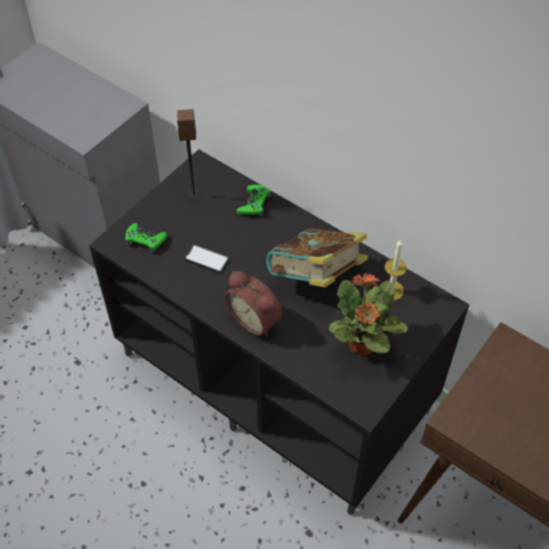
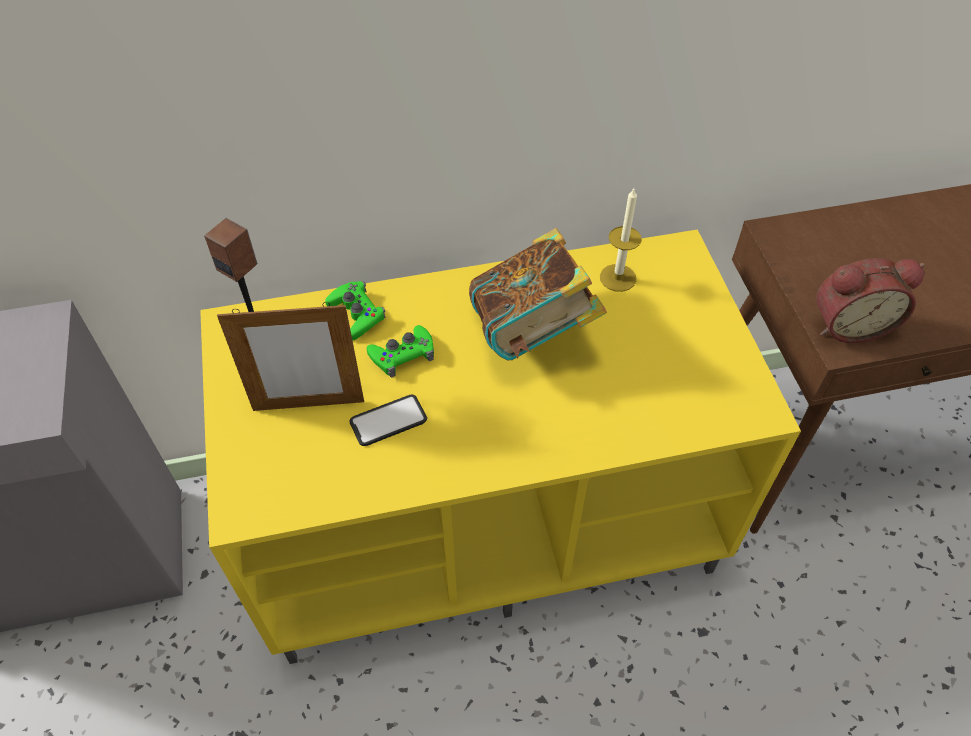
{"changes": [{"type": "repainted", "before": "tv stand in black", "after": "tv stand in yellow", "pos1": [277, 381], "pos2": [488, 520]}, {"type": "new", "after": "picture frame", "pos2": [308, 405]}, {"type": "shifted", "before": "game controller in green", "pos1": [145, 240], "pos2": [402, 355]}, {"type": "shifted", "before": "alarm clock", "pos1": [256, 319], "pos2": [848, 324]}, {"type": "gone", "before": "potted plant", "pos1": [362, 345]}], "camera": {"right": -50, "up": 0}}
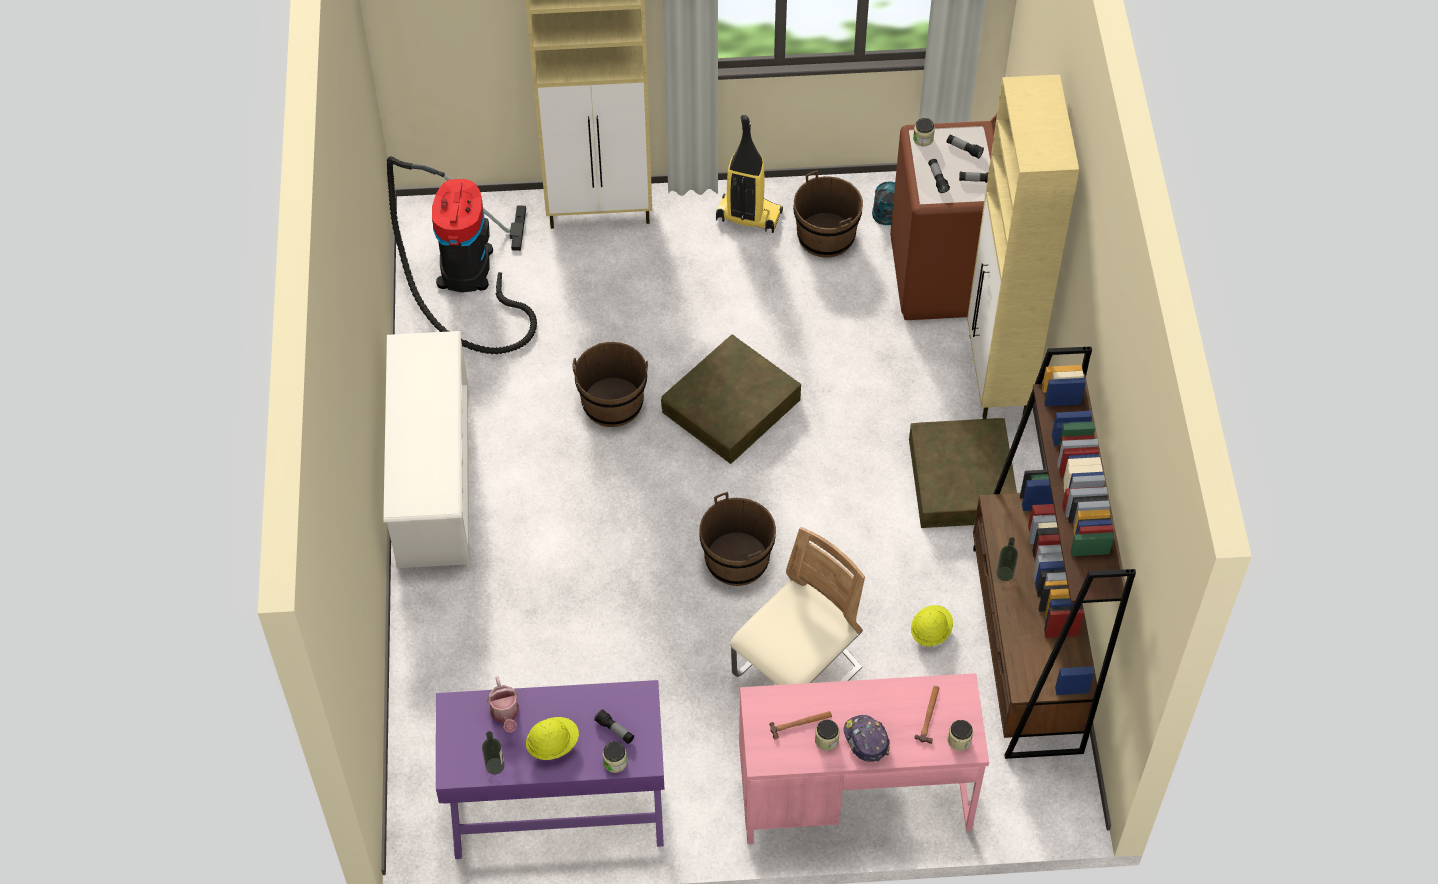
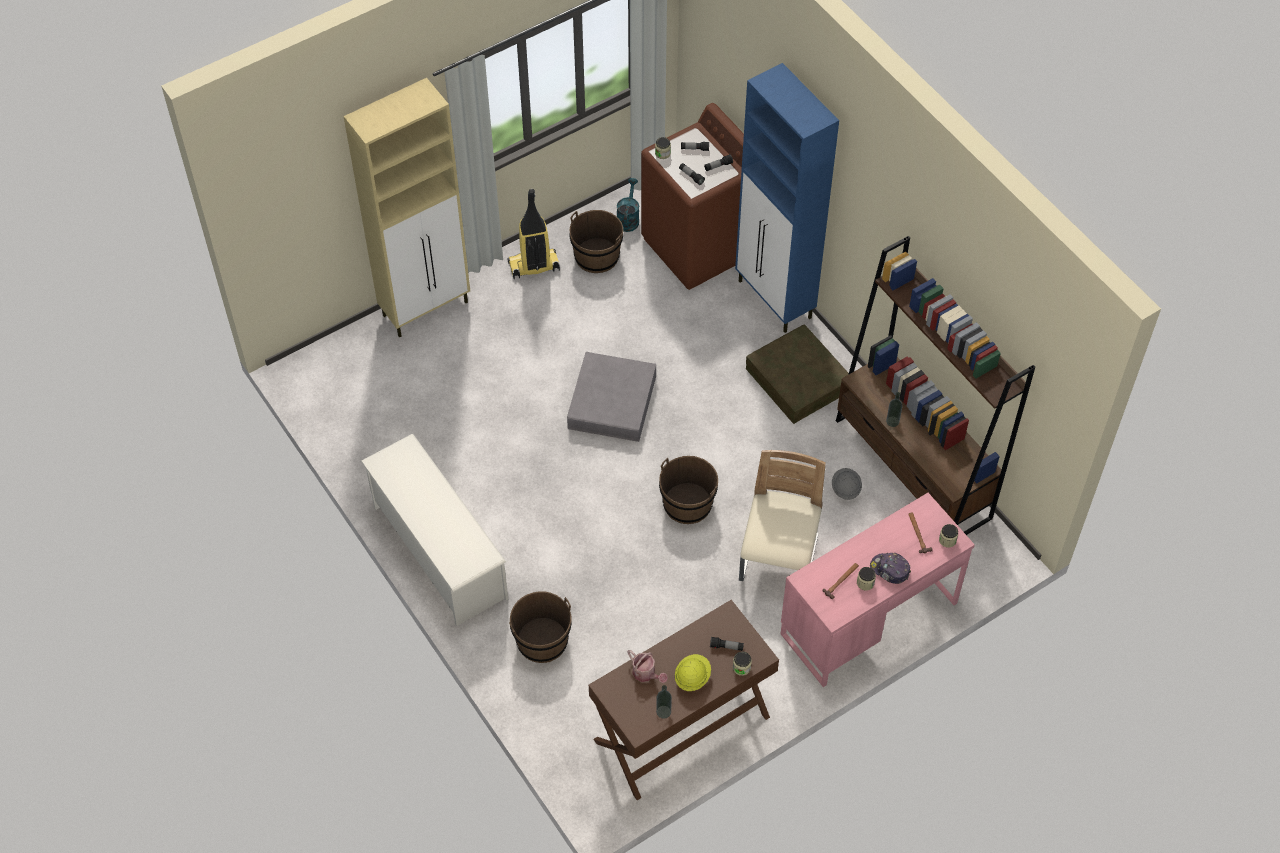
{"changes": [{"type": "shifted", "before": "bucket in brown", "pos1": [612, 403], "pos2": [542, 640]}, {"type": "repainted", "before": "storage box in brown", "after": "storage box in grey", "pos1": [731, 406], "pos2": [612, 402]}, {"type": "repainted", "before": "console table in purple", "after": "console table in brown", "pos1": [557, 806], "pos2": [682, 729]}, {"type": "repainted", "before": "cabinet in beige", "after": "cabinet in blue", "pos1": [997, 377], "pos2": [775, 300]}, {"type": "repainted", "before": "hard hat in yellow", "after": "hard hat in grey", "pos1": [930, 632], "pos2": [845, 489]}, {"type": "gone", "before": "vacuum cleaner", "pos1": [466, 274]}], "camera": {"right": -30, "up": 0}}
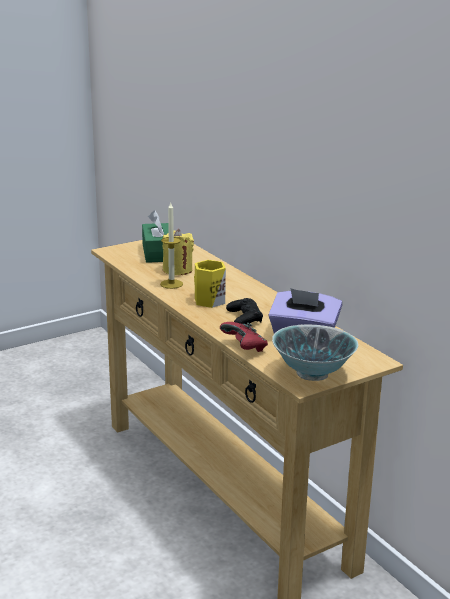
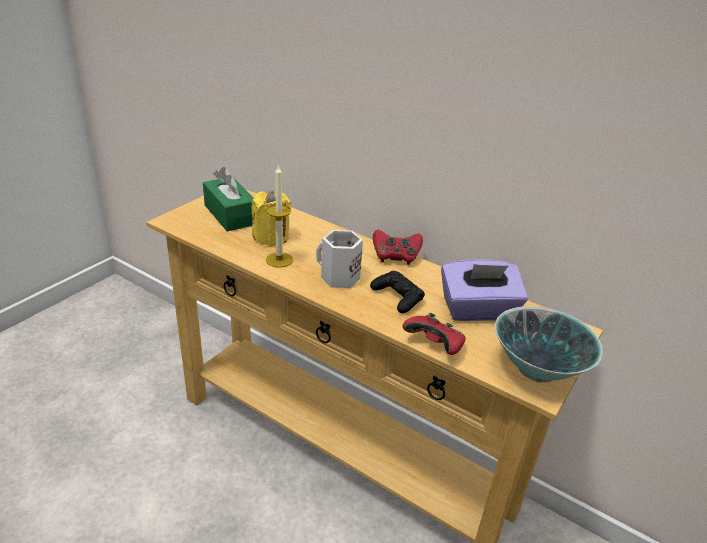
{"changes": [{"type": "repainted", "before": "mug in yellow", "after": "mug in white", "pos1": [208, 300], "pos2": [338, 278]}, {"type": "new", "after": "game controller in red", "pos2": [395, 257]}], "camera": {"right": -25, "up": 10}}
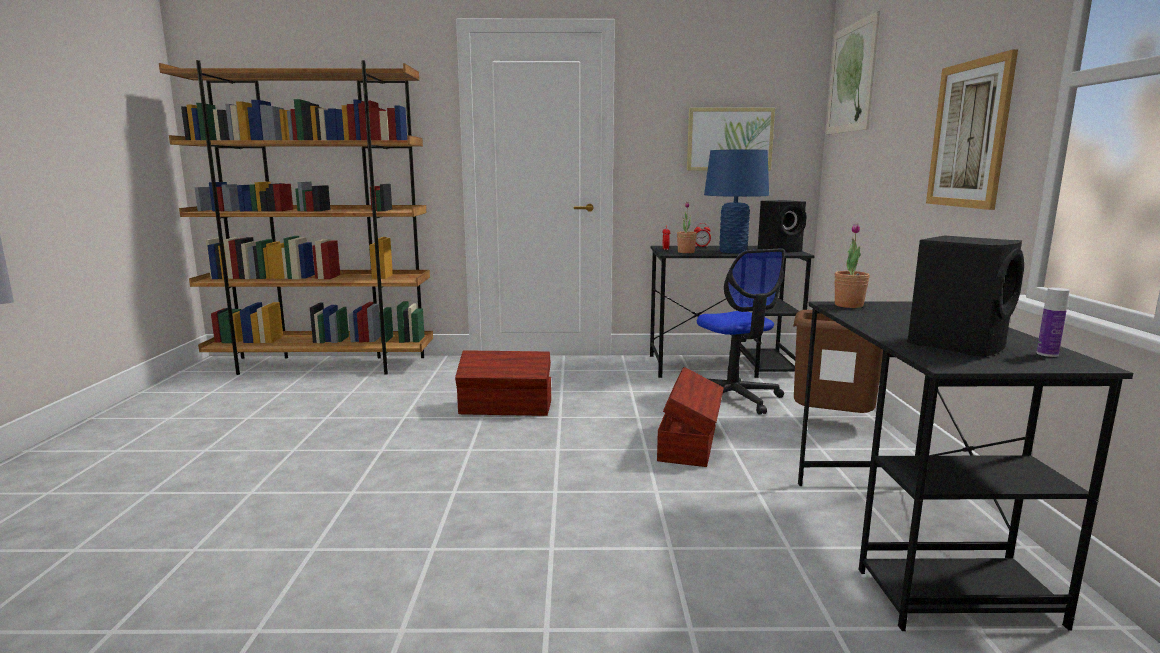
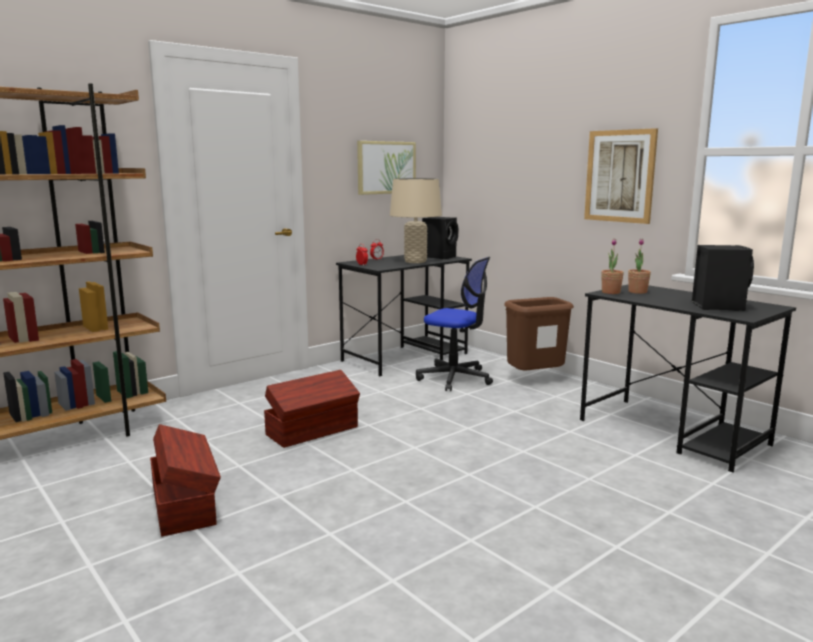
{"changes": [{"type": "shifted", "before": "storage box in brown", "pos1": [689, 443], "pos2": [185, 503]}, {"type": "repainted", "before": "table lamp in blue", "after": "table lamp in beige", "pos1": [732, 252], "pos2": [415, 261]}, {"type": "shifted", "before": "potted plant", "pos1": [686, 252], "pos2": [637, 292]}, {"type": "gone", "before": "picture", "pos1": [851, 78]}, {"type": "gone", "before": "bottle", "pos1": [1047, 354]}], "camera": {"right": -40, "up": 0}}
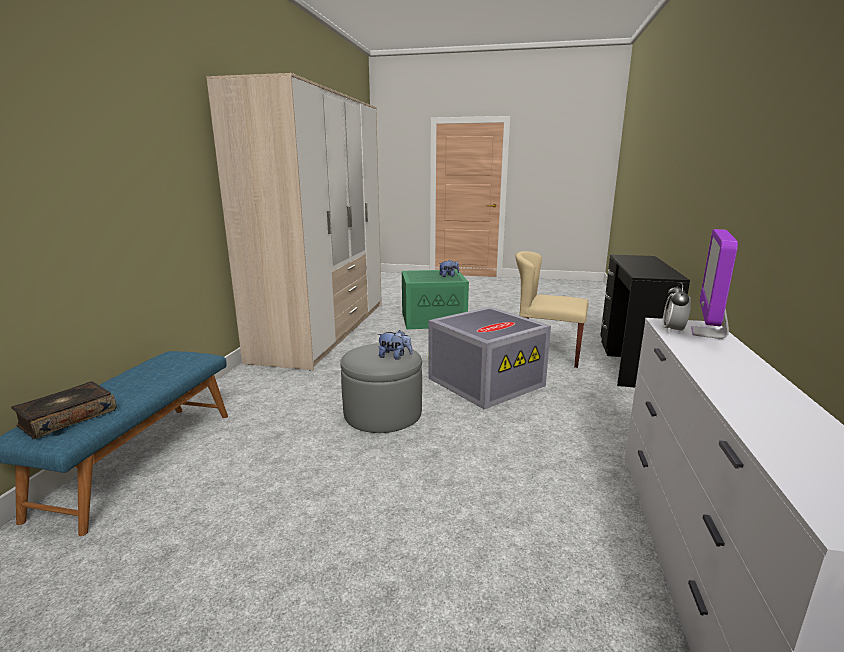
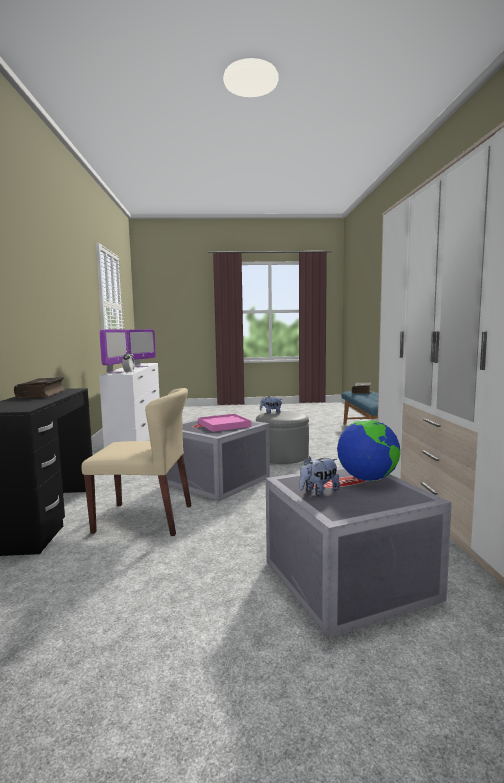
{"changes": [{"type": "new", "after": "book", "pos2": [42, 394]}, {"type": "new", "after": "monitor", "pos2": [141, 366]}, {"type": "new", "after": "tray in pink", "pos2": [224, 425]}, {"type": "repainted", "before": "storage box in green", "after": "storage box in grey", "pos1": [434, 318], "pos2": [348, 581]}, {"type": "new", "after": "globe", "pos2": [367, 479]}], "camera": {"right": 165, "up": -10}}
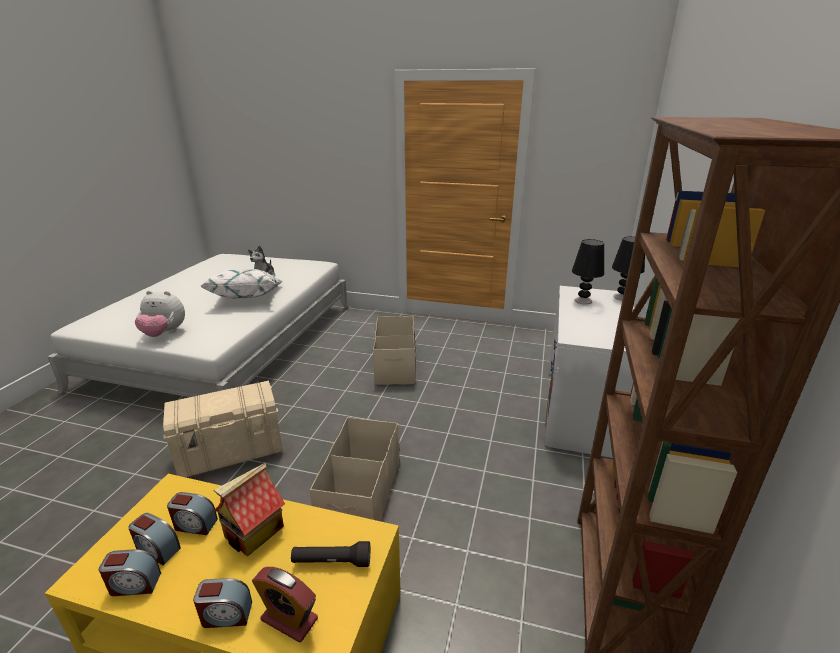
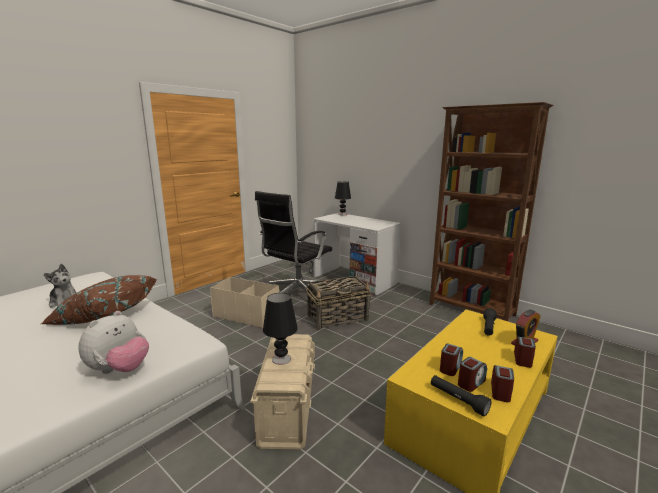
{"changes": [{"type": "repainted", "before": "pillow in white", "after": "pillow in brown", "pos1": [247, 297], "pos2": [104, 316]}, {"type": "new", "after": "office chair in black", "pos2": [296, 296]}, {"type": "shifted", "before": "table lamp in black", "pos1": [582, 301], "pos2": [281, 359]}, {"type": "new", "after": "basket", "pos2": [338, 318]}, {"type": "new", "after": "flashlight in black", "pos2": [458, 400]}, {"type": "gone", "before": "toy house", "pos1": [254, 533]}, {"type": "gone", "before": "storage box in beige", "pos1": [360, 496]}], "camera": {"right": -65, "up": -10}}
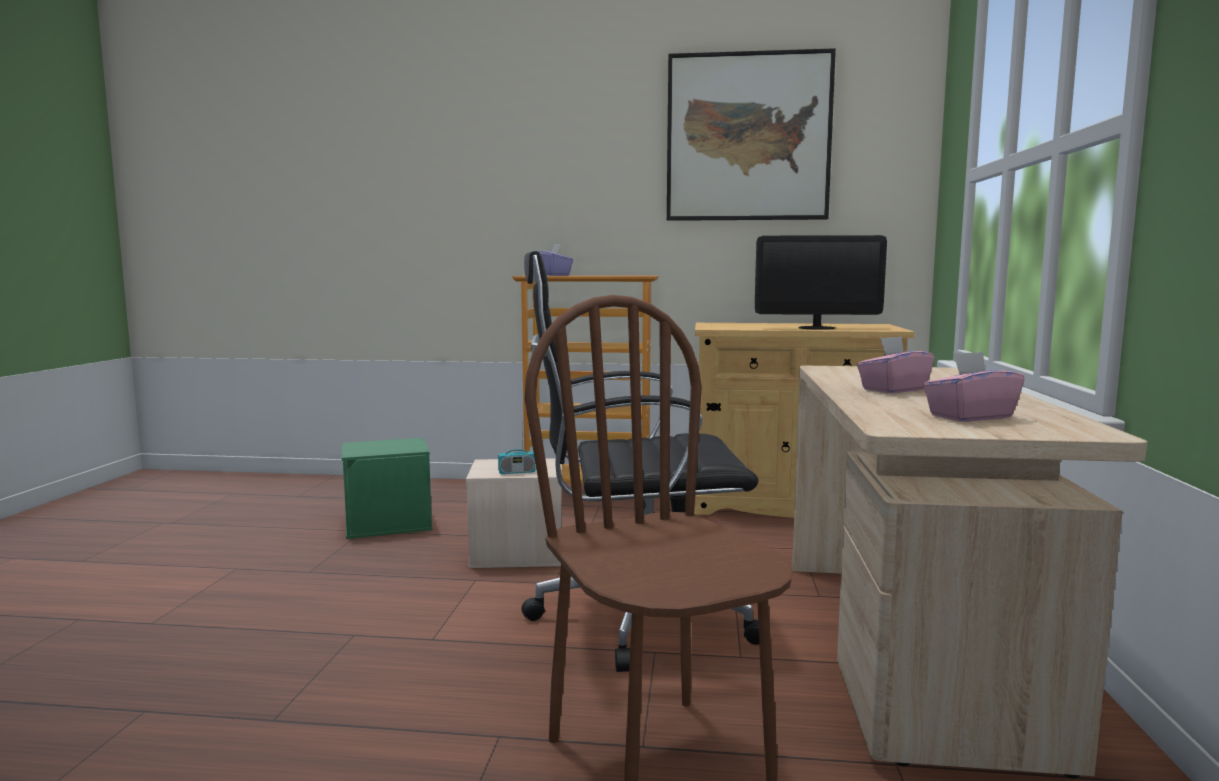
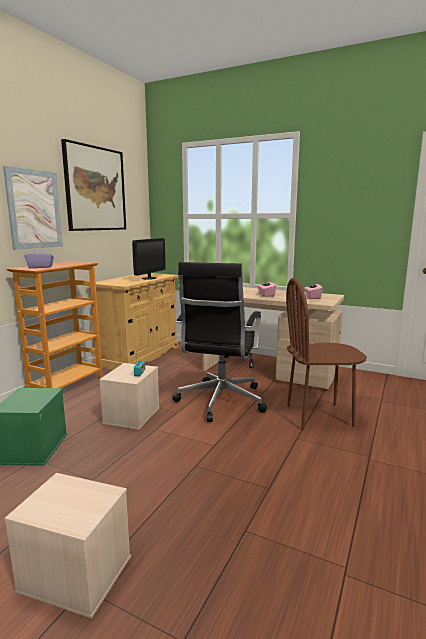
{"changes": [{"type": "new", "after": "picture", "pos2": [34, 209]}, {"type": "new", "after": "storage box in beige", "pos2": [74, 574]}], "camera": {"right": -70, "up": 5}}
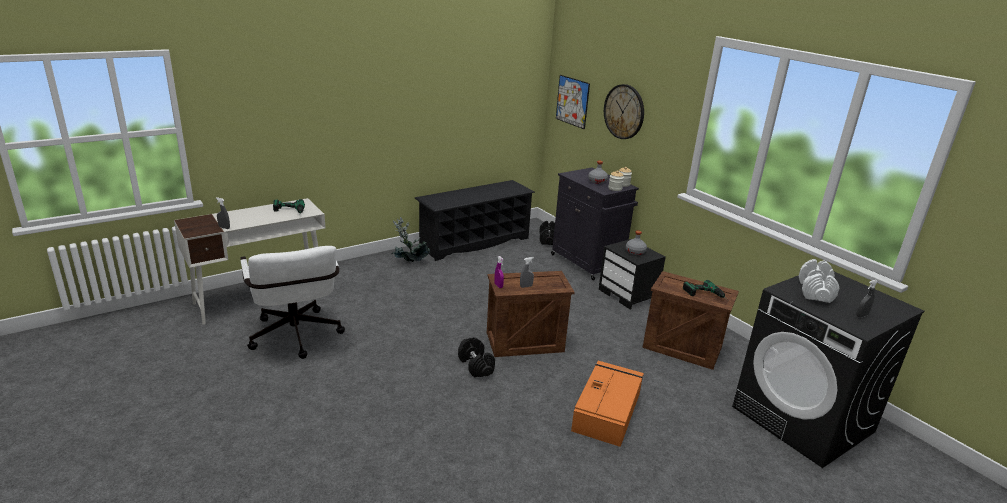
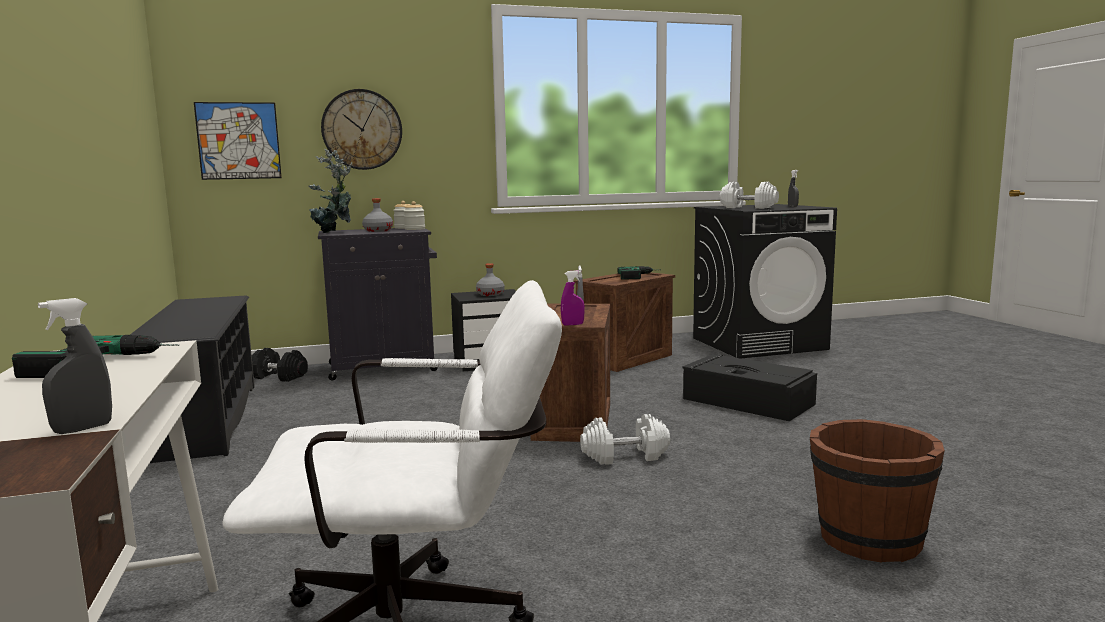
{"changes": [{"type": "shifted", "before": "potted plant", "pos1": [409, 263], "pos2": [334, 233]}, {"type": "repainted", "before": "dumbbell in black", "after": "dumbbell in white", "pos1": [476, 365], "pos2": [625, 456]}, {"type": "repainted", "before": "storage box in orange", "after": "storage box in black", "pos1": [607, 410], "pos2": [746, 401]}, {"type": "new", "after": "bucket in brown", "pos2": [868, 539]}], "camera": {"right": -70, "up": -15}}
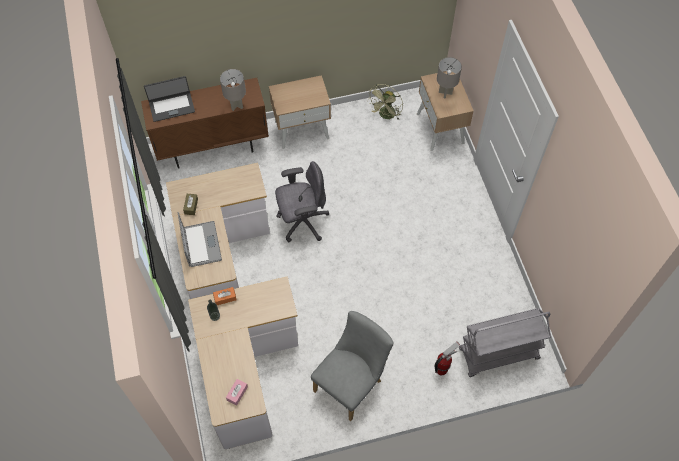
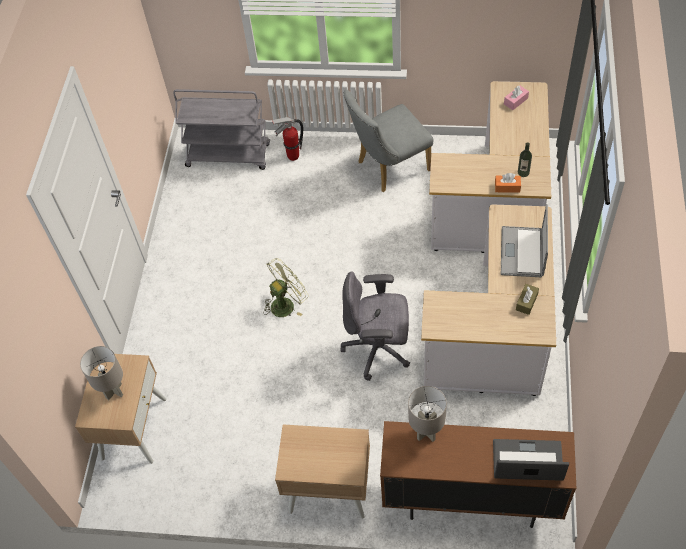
{"changes": [{"type": "shifted", "before": "fan in green", "pos1": [386, 116], "pos2": [286, 303]}], "camera": {"right": -155, "up": -5}}
